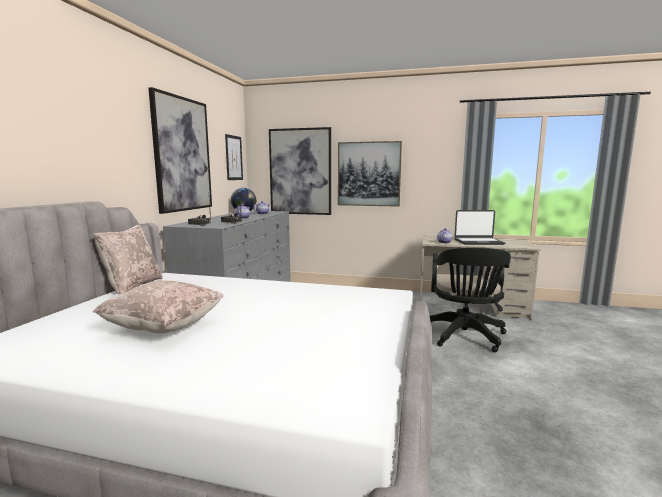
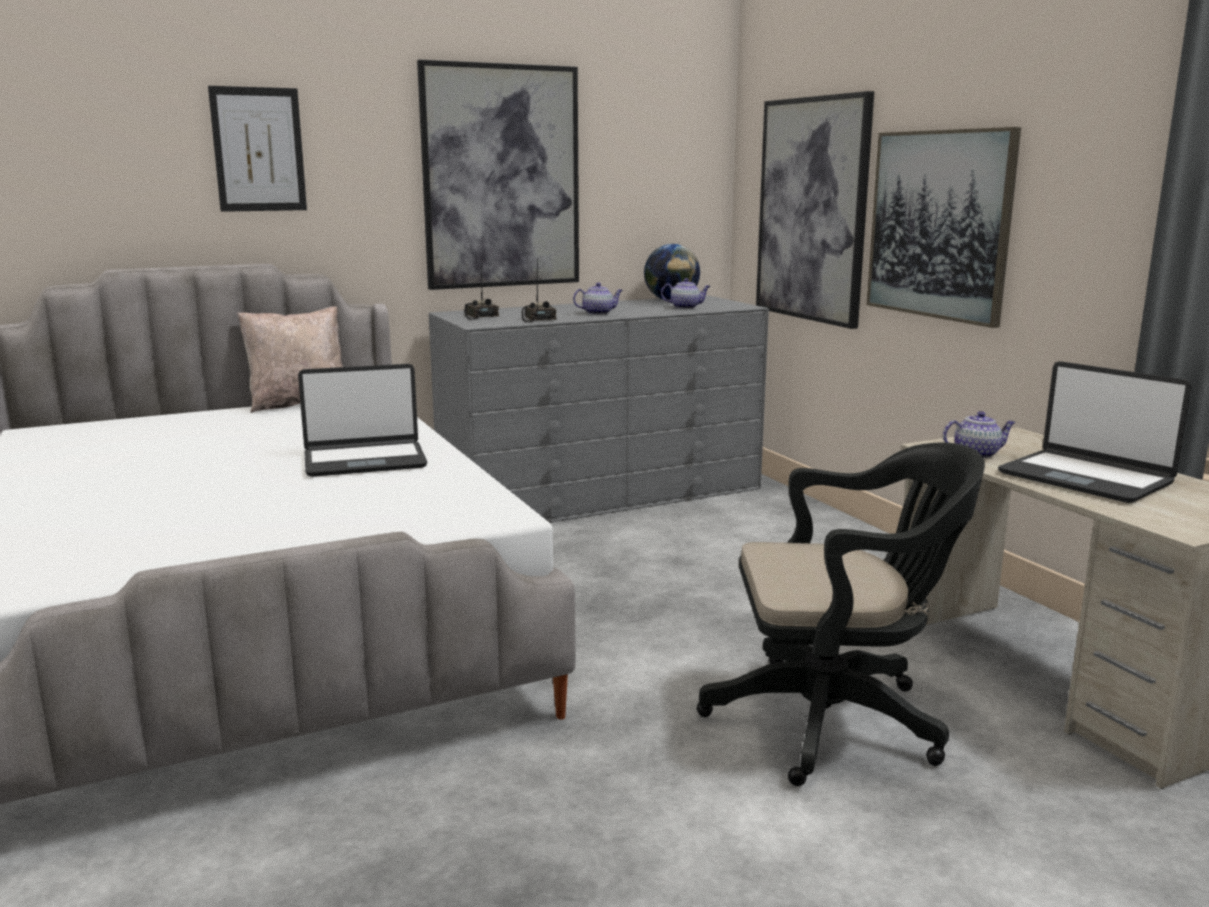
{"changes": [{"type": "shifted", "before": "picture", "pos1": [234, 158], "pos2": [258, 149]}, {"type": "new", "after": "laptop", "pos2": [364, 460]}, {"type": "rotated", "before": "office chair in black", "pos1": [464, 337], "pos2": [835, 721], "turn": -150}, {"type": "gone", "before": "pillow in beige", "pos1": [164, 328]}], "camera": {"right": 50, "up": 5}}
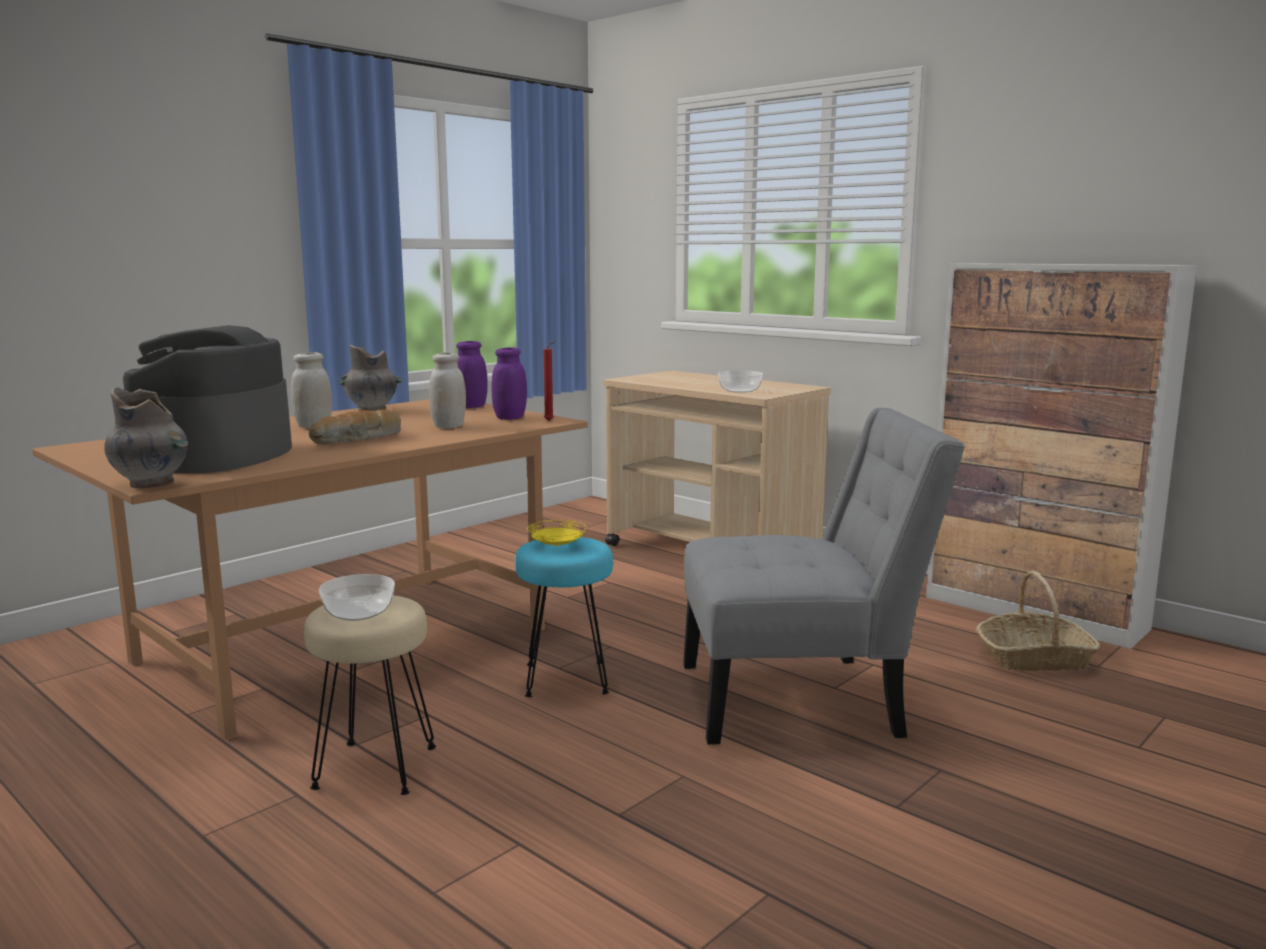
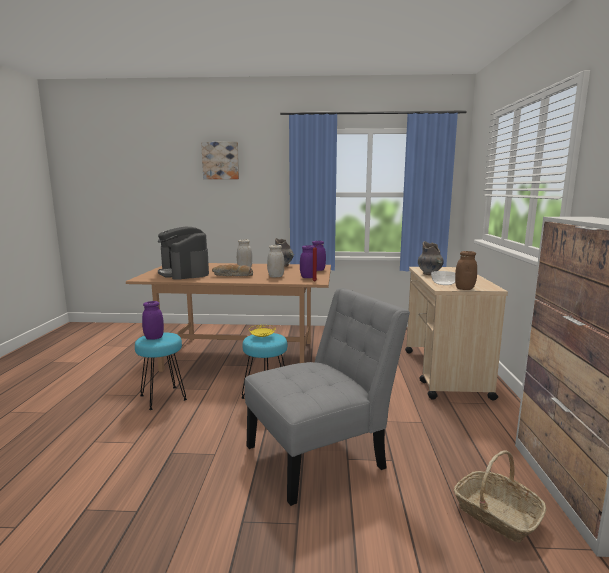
{"changes": [{"type": "repainted", "before": "stool in beige", "after": "stool in turquoise", "pos1": [375, 769], "pos2": [162, 398]}, {"type": "swapped", "before": "bowl", "after": "jar in purple", "pos1": [358, 612], "pos2": [154, 338]}, {"type": "rotated", "before": "coffee machine", "pos1": [215, 456], "pos2": [184, 273], "turn": -90}, {"type": "new", "after": "picture", "pos2": [220, 160]}, {"type": "rotated", "before": "chair in grey", "pos1": [802, 699], "pos2": [321, 455], "turn": -75}, {"type": "shifted", "before": "vase in grey", "pos1": [152, 484], "pos2": [430, 274]}, {"type": "new", "after": "jar in brown", "pos2": [464, 288]}], "camera": {"right": 50, "up": 0}}
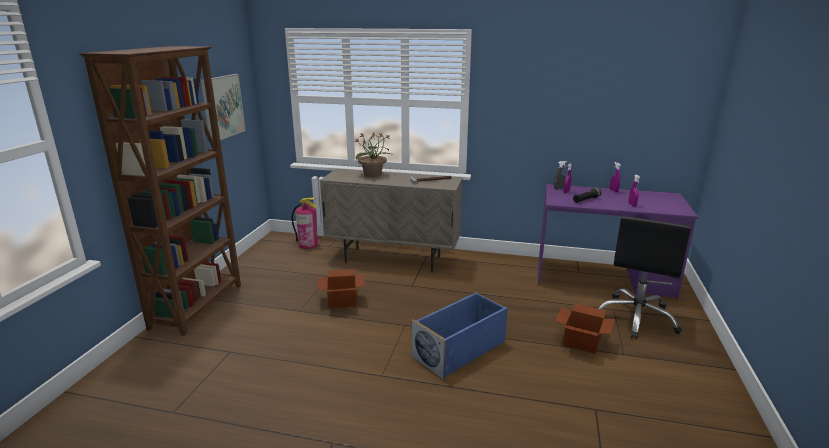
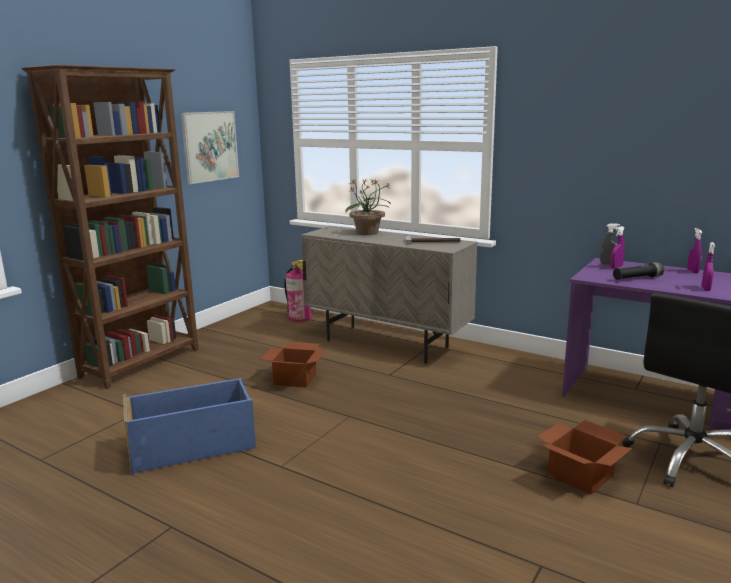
{"changes": [{"type": "shifted", "before": "storage box in blue", "pos1": [460, 349], "pos2": [193, 446]}], "camera": {"right": 20, "up": -5}}
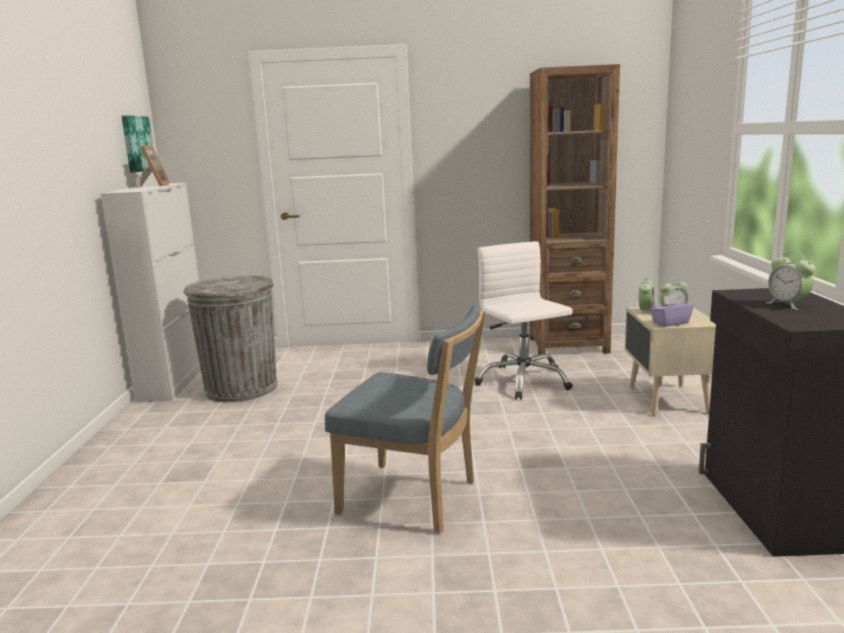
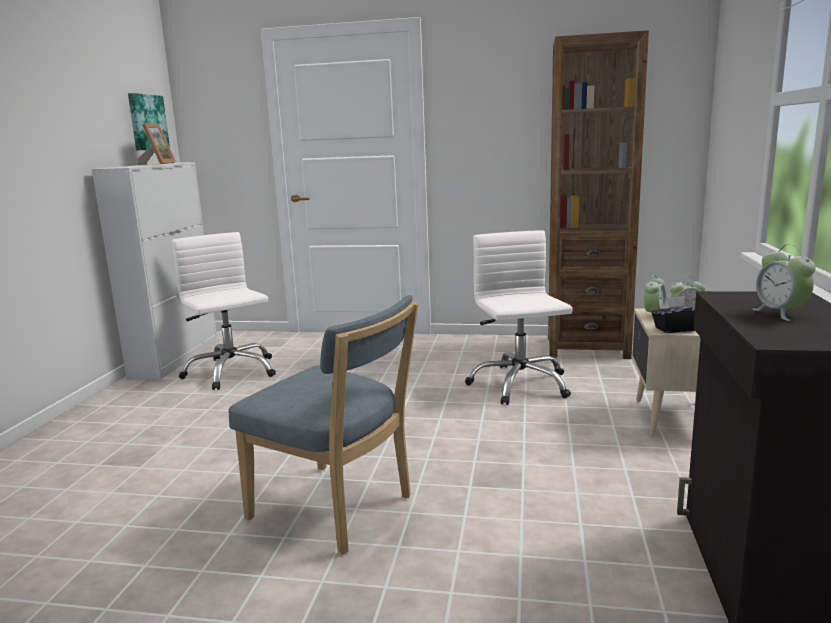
{"changes": [{"type": "swapped", "before": "trash can in grey", "after": "office chair in white", "pos1": [241, 388], "pos2": [231, 372]}, {"type": "repainted", "before": "tissue box in purple", "after": "tissue box in black", "pos1": [670, 323], "pos2": [675, 329]}], "camera": {"right": 10, "up": 0}}
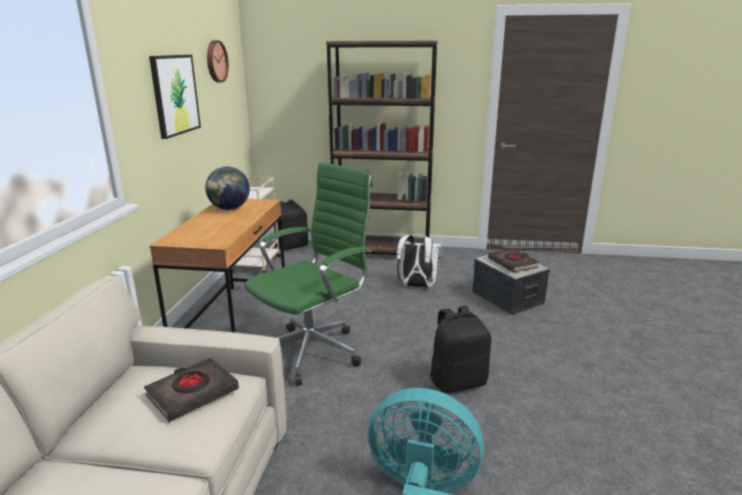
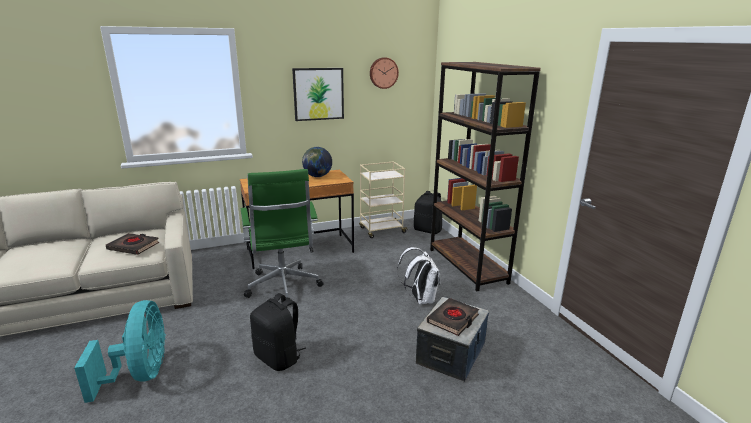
{"changes": [{"type": "rotated", "before": "office chair in green", "pos1": [315, 351], "pos2": [283, 287], "turn": 60}], "camera": {"right": 60, "up": 0}}
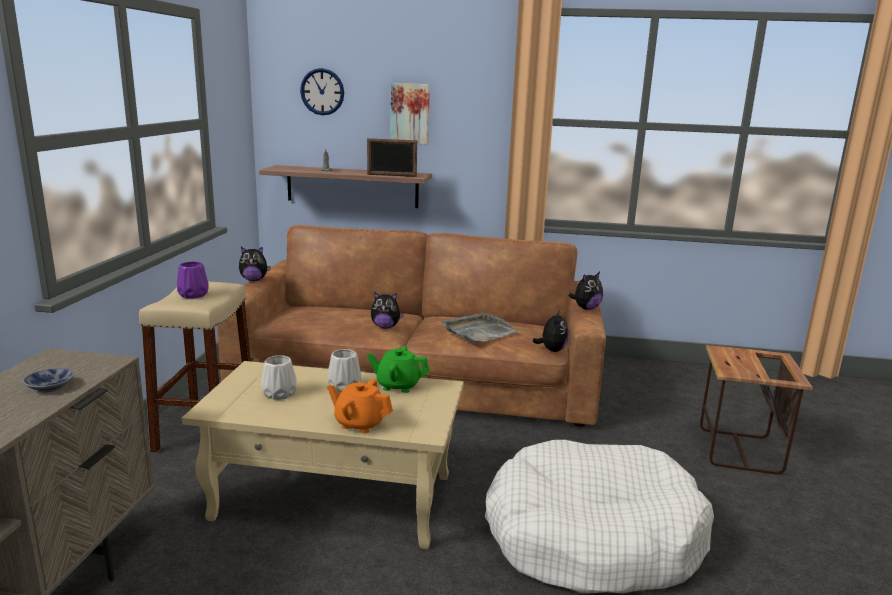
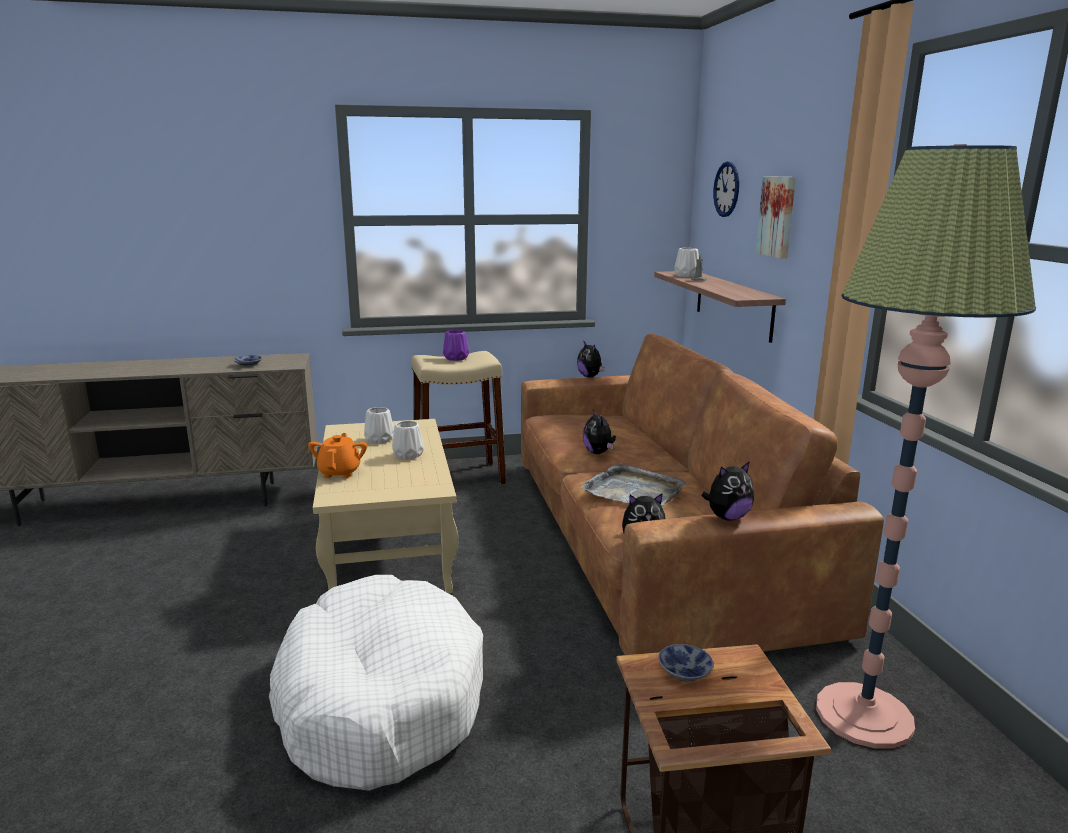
{"changes": [{"type": "new", "after": "bowl", "pos2": [682, 672]}, {"type": "new", "after": "vase in white", "pos2": [685, 275]}, {"type": "rotated", "before": "plush toy", "pos1": [586, 308], "pos2": [727, 517], "turn": -60}, {"type": "new", "after": "floor lamp", "pos2": [864, 715]}, {"type": "gone", "before": "picture frame", "pos1": [391, 175]}, {"type": "gone", "before": "teapot in green", "pos1": [398, 385]}], "camera": {"right": 70, "up": 0}}
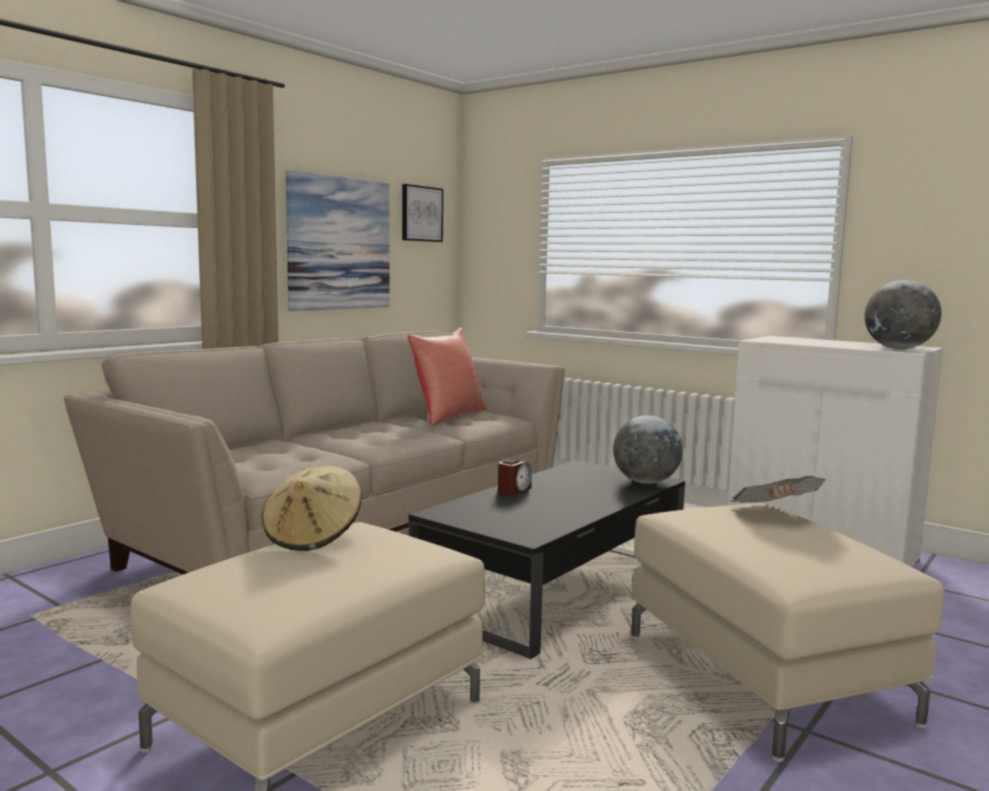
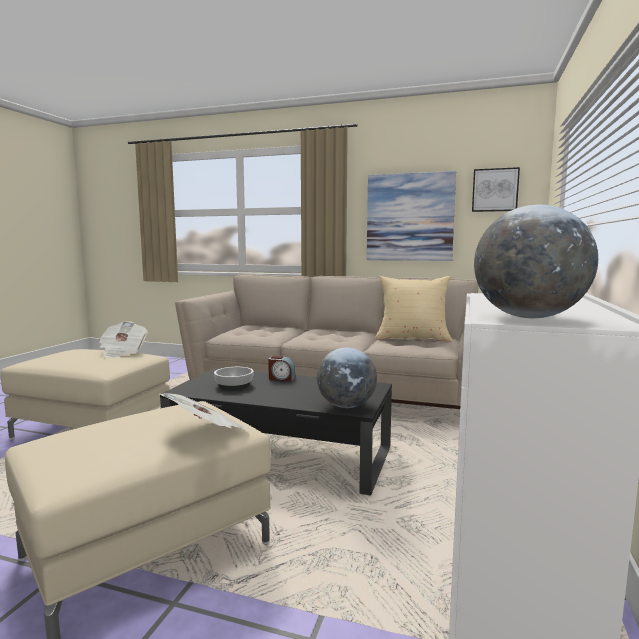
{"changes": [{"type": "swapped", "before": "hat in beige", "after": "newspaper", "pos1": [313, 537], "pos2": [122, 352]}, {"type": "new", "after": "bowl", "pos2": [233, 385]}, {"type": "repainted", "before": "pillow in red", "after": "pillow in beige", "pos1": [448, 416], "pos2": [412, 338]}], "camera": {"right": 70, "up": 0}}
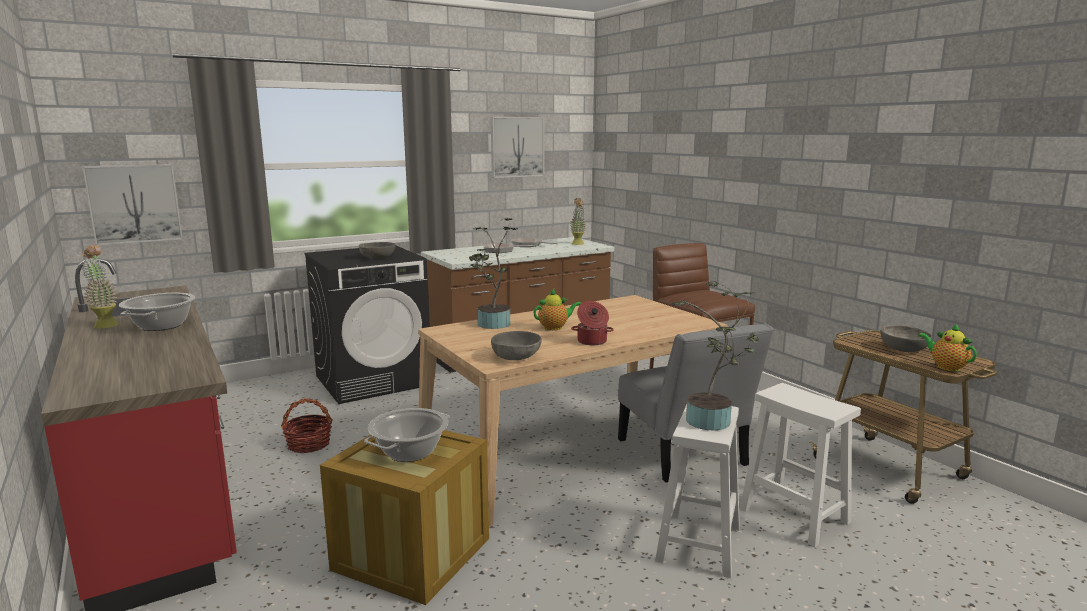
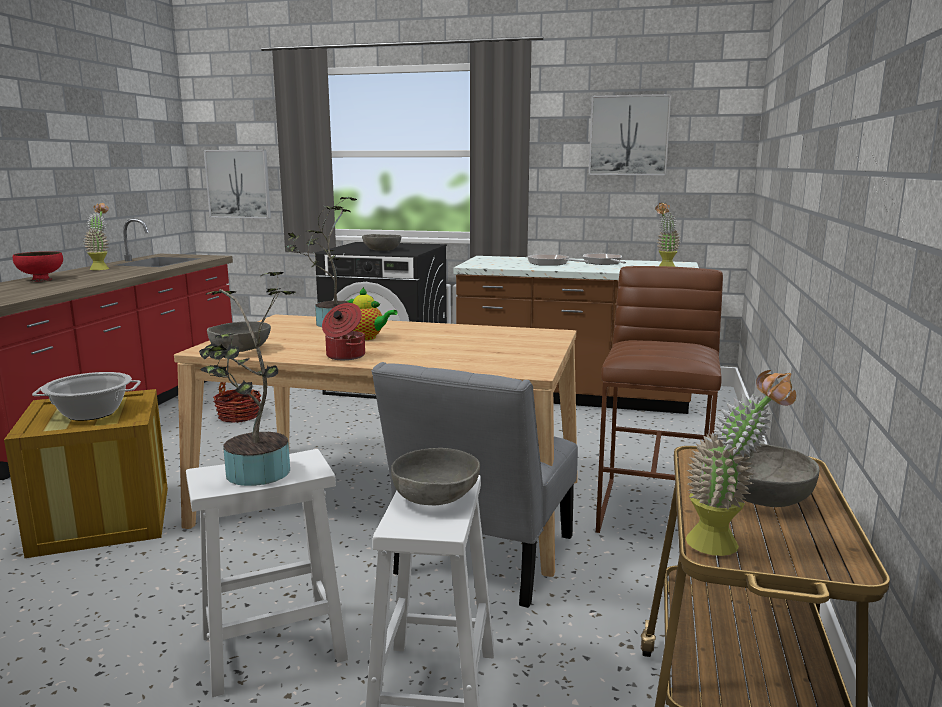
{"changes": [{"type": "new", "after": "bowl in red", "pos2": [41, 280]}, {"type": "new", "after": "bowl in grey", "pos2": [437, 497]}, {"type": "swapped", "before": "teapot", "after": "potted plant", "pos1": [946, 367], "pos2": [726, 545]}, {"type": "gone", "before": "cooking pot", "pos1": [161, 326]}], "camera": {"right": 45, "up": 0}}
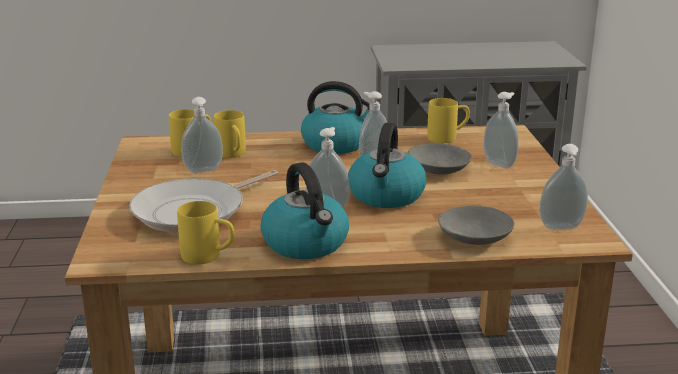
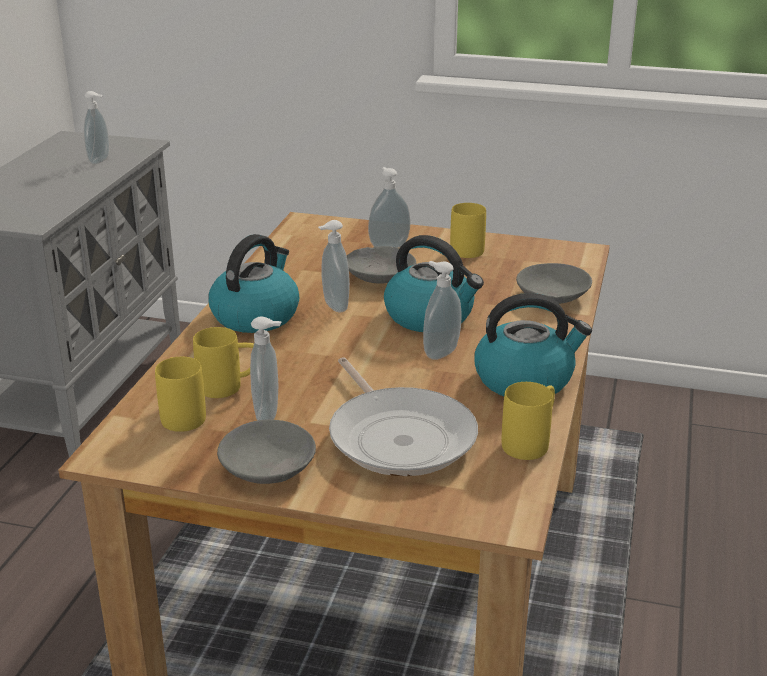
{"changes": [{"type": "shifted", "before": "soap dispenser", "pos1": [561, 228], "pos2": [101, 161]}, {"type": "new", "after": "bowl in grey", "pos2": [268, 469]}, {"type": "shifted", "before": "mug in yellow", "pos1": [448, 137], "pos2": [467, 248]}], "camera": {"right": -70, "up": 5}}
